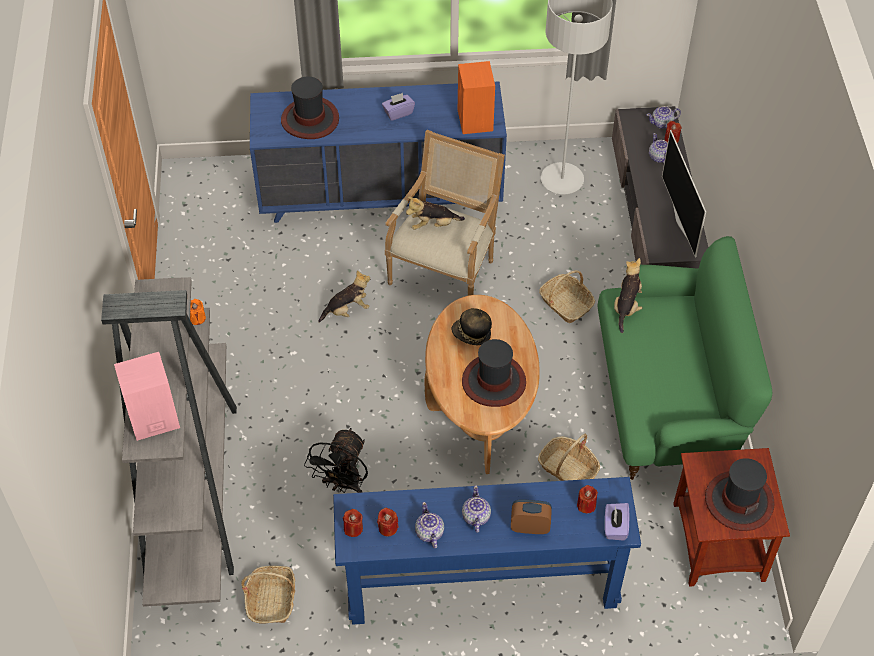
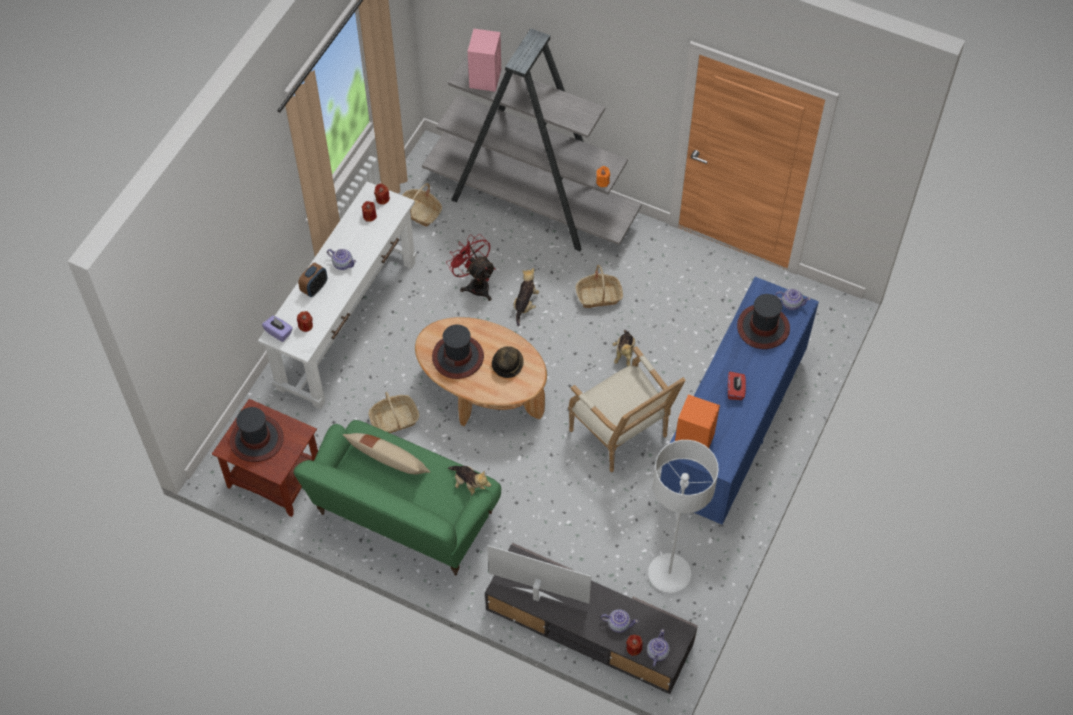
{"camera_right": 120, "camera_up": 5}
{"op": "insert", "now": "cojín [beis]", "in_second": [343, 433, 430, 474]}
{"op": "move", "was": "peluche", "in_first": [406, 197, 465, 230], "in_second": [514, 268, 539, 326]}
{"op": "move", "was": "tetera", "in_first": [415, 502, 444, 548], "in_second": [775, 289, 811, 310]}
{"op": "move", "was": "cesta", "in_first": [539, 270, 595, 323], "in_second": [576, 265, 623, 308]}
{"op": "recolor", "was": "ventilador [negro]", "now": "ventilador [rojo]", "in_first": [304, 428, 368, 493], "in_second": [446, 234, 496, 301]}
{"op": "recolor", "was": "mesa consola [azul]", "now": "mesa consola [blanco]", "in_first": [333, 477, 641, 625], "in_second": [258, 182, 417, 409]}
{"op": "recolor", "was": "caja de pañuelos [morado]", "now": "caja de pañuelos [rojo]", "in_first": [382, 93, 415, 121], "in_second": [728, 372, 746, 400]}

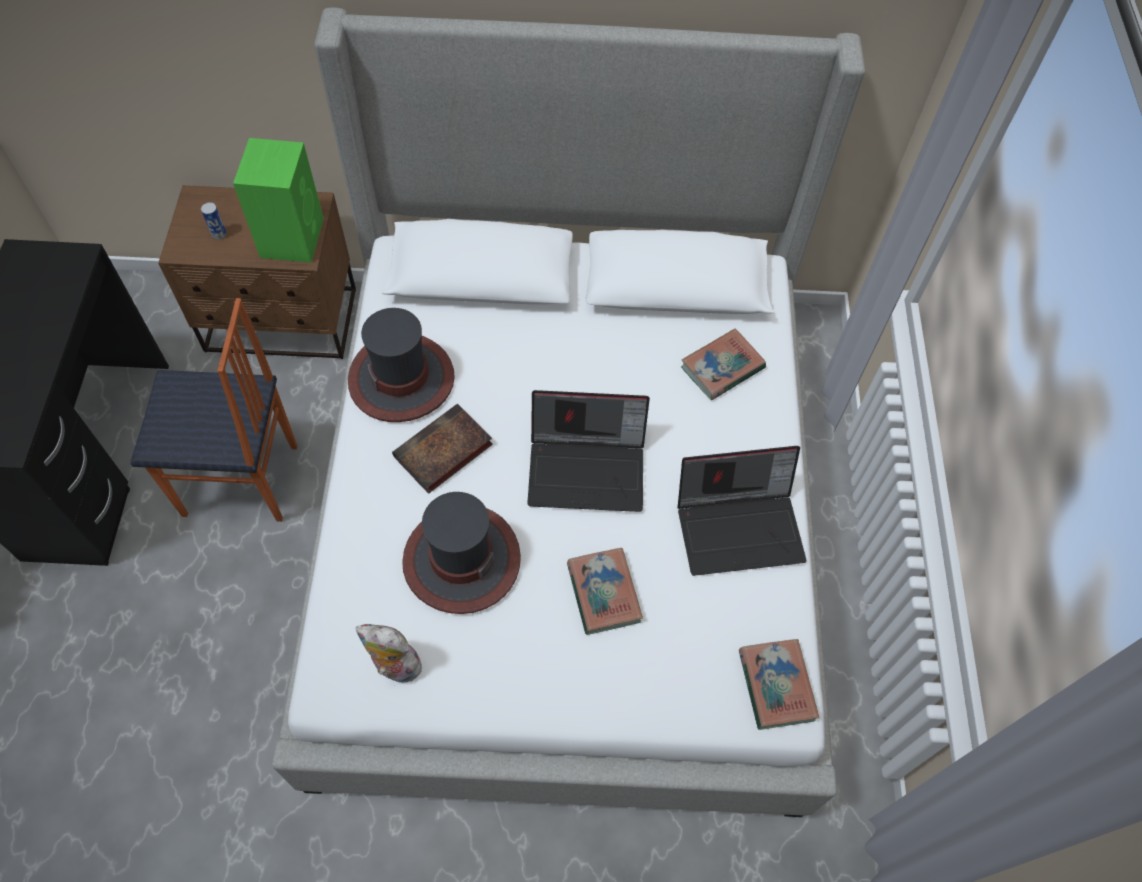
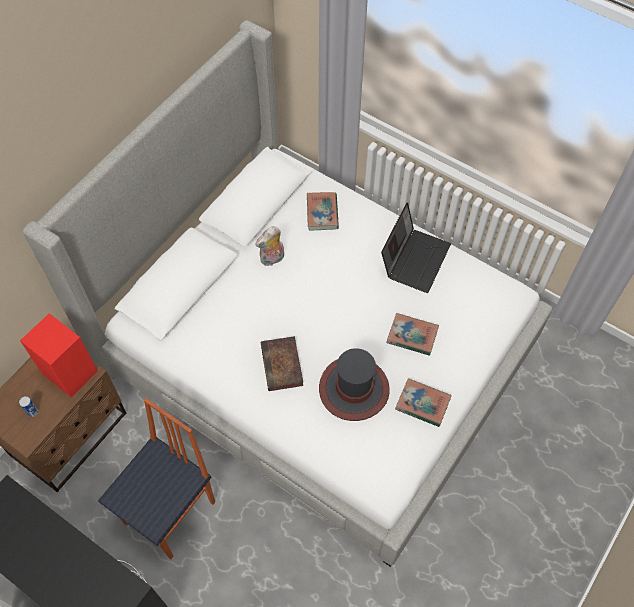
{"camera_right": -55, "camera_up": 0}
{"op": "delete", "was": "sombrero", "in_first": [348, 308, 455, 422]}
{"op": "delete", "was": "portátil", "in_first": [527, 390, 650, 512]}
{"op": "move", "was": "peluche", "in_first": [355, 624, 422, 682], "in_second": [255, 226, 284, 266]}
{"op": "move", "was": "libro", "in_first": [739, 639, 820, 730], "in_second": [395, 378, 452, 427]}
{"op": "recolor", "was": "altavoz [verde]", "now": "altavoz [rojo]", "in_first": [233, 138, 324, 263], "in_second": [20, 313, 98, 397]}

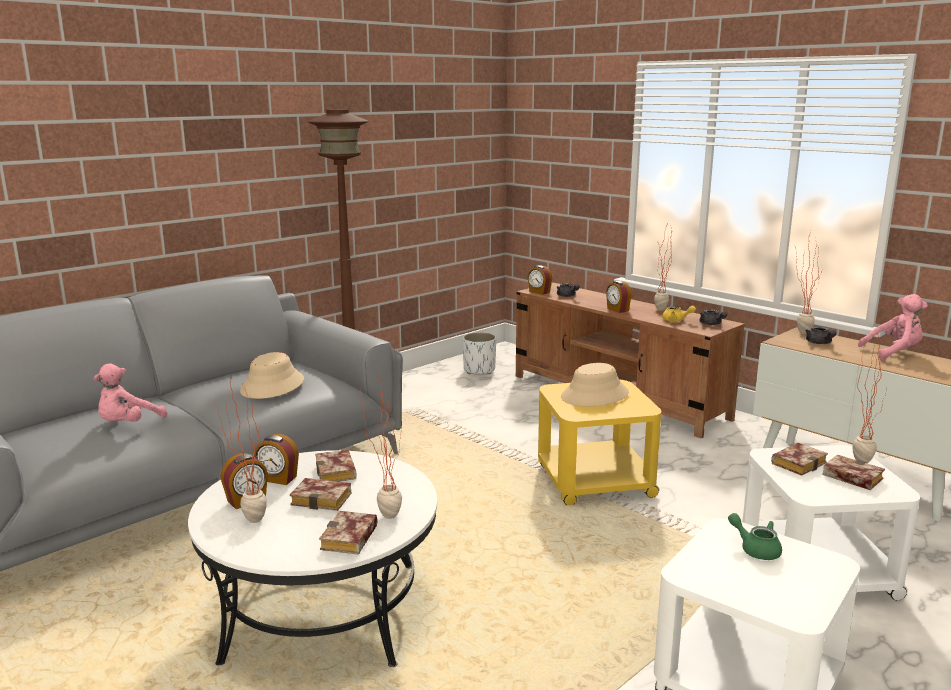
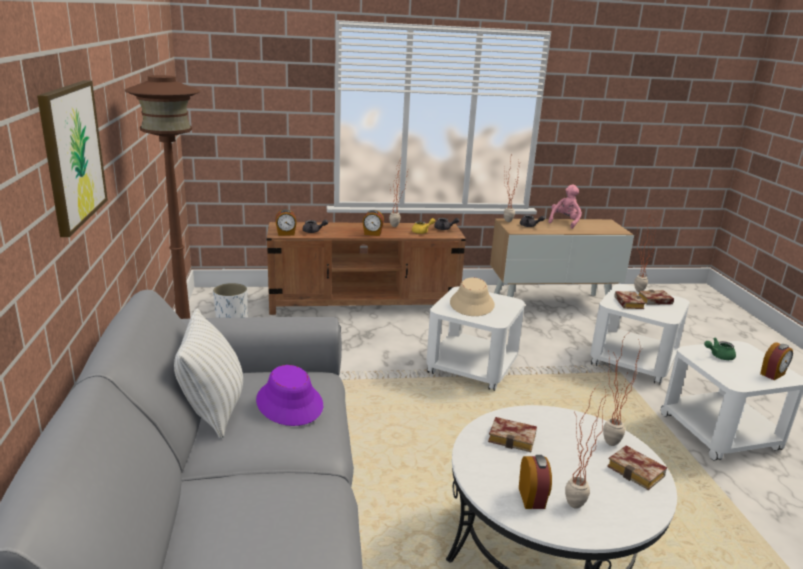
{"camera_right": -55, "camera_up": 5}
{"op": "delete", "was": "peluche [rosa]", "in_first": [94, 364, 167, 422]}
{"op": "delete", "was": "libro", "in_first": [290, 478, 351, 511]}
{"op": "insert", "now": "cuadro", "in_second": [37, 80, 108, 237]}
{"op": "insert", "now": "cojín [blanco]", "in_second": [174, 308, 243, 439]}
{"op": "move", "was": "despertador", "in_first": [254, 434, 299, 485], "in_second": [760, 342, 793, 380]}
{"op": "recolor", "was": "sombrero [beis]", "now": "sombrero [morado]", "in_first": [240, 352, 304, 399], "in_second": [256, 365, 323, 426]}
{"op": "recolor", "was": "mesa auxiliar [amarillo]", "now": "mesa auxiliar [blanco]", "in_first": [538, 380, 661, 505], "in_second": [426, 286, 525, 391]}

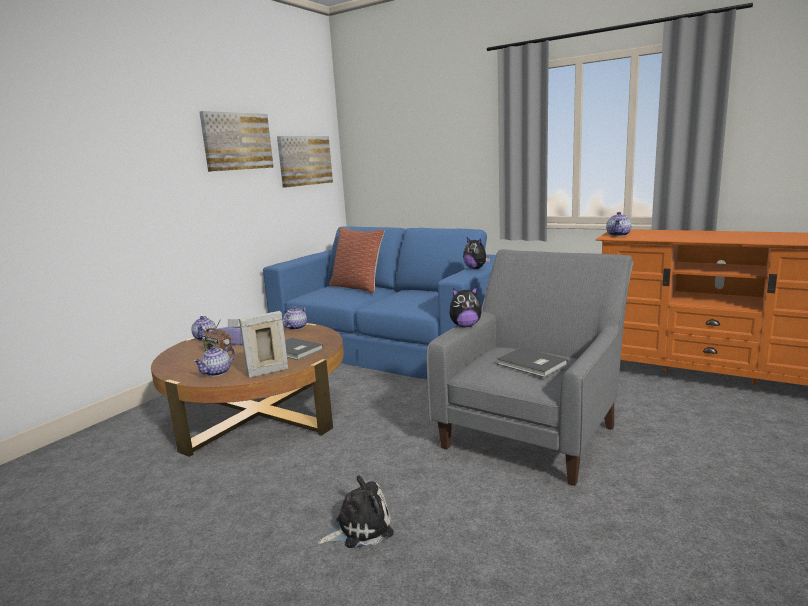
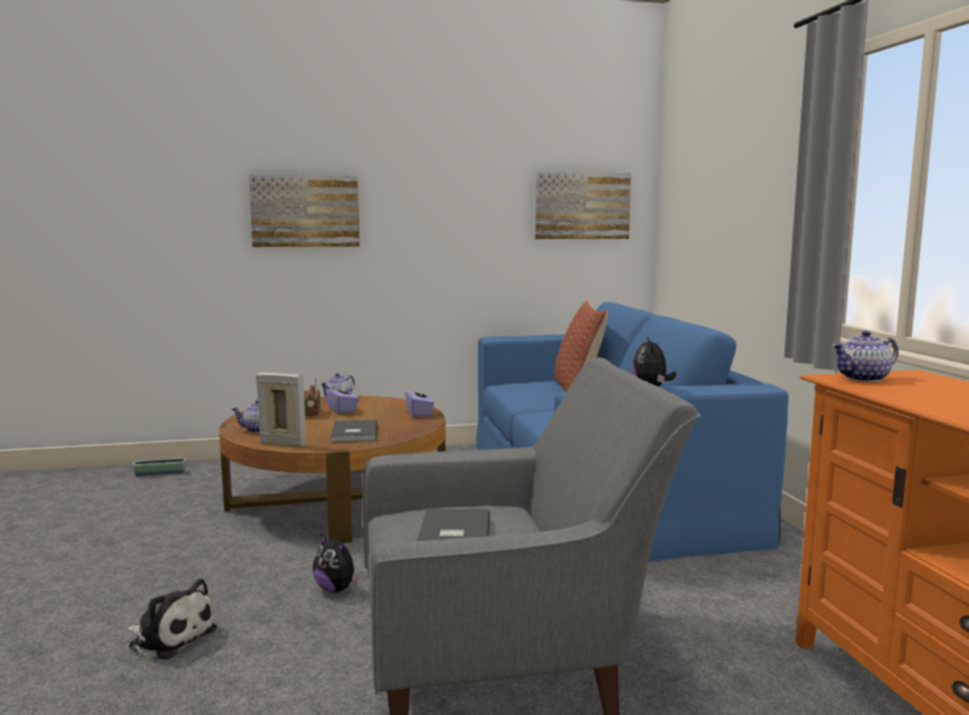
{"camera_right": 45, "camera_up": -5}
{"op": "insert", "now": "maceta", "in_second": [132, 458, 186, 476]}
{"op": "move", "was": "cuadro", "in_first": [199, 111, 274, 172], "in_second": [249, 174, 360, 247]}
{"op": "move", "was": "peluche", "in_first": [449, 286, 482, 327], "in_second": [313, 533, 361, 593]}
{"op": "replace", "was": "tetera", "now": "caja de pañuelos [morado]", "in_first": [283, 306, 307, 330], "in_second": [405, 385, 434, 417]}

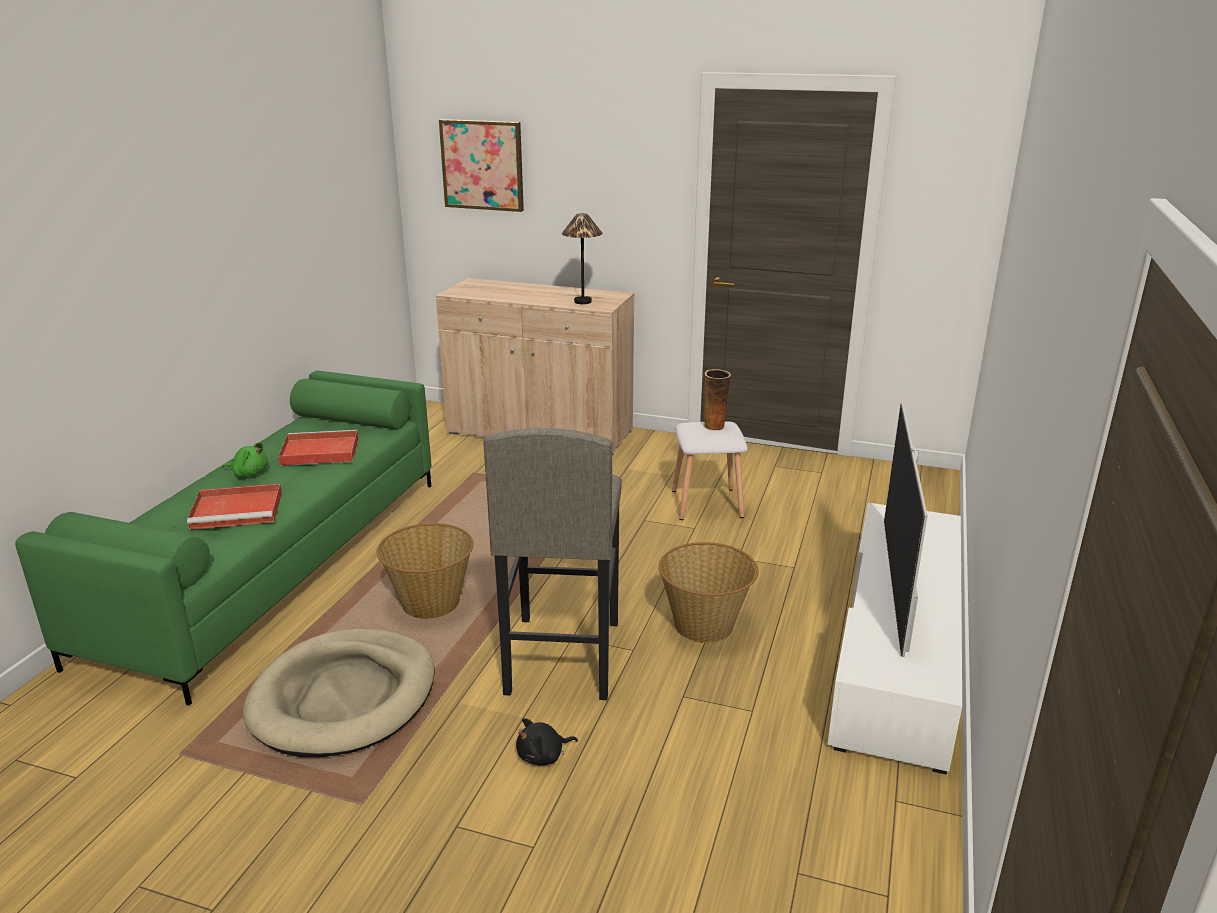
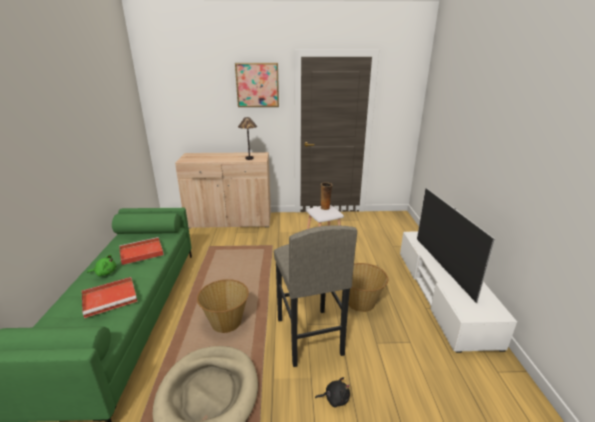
{"camera_right": -20, "camera_up": 0}
{"op": "move", "was": "cuadro", "in_first": [439, 119, 524, 212], "in_second": [235, 63, 279, 107]}
{"op": "rotate", "was": "peluche [negro]", "in_first": [516, 718, 578, 766], "in_second": [315, 377, 350, 408], "clockwise": -135}

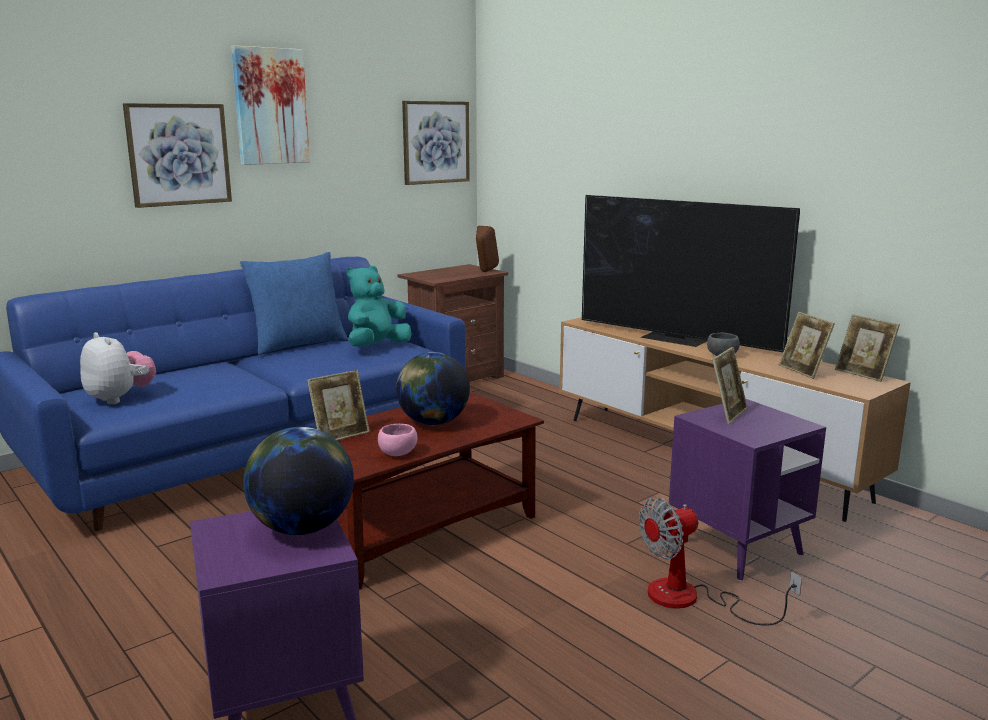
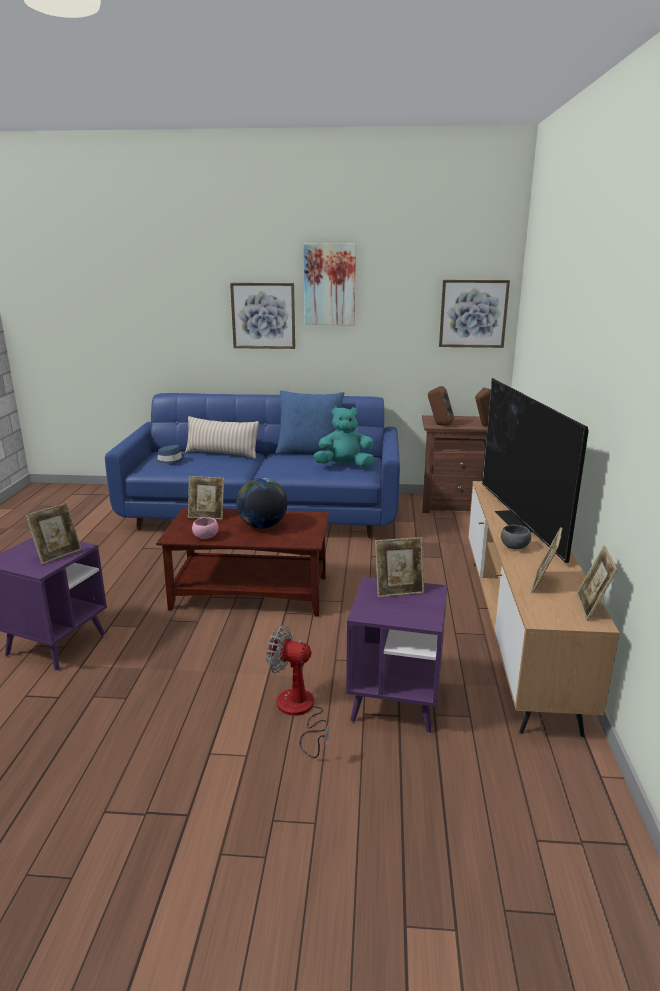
{"camera_right": 45, "camera_up": 5}
{"op": "insert", "now": "cojín [beis]", "in_second": [185, 416, 259, 459]}
{"op": "insert", "now": "altavoz [marrón]", "in_second": [428, 386, 454, 426]}
{"op": "replace", "was": "peluche", "now": "sombrero [azul]", "in_first": [80, 332, 156, 404], "in_second": [154, 445, 185, 465]}
{"op": "replace", "was": "globo terráqueo", "now": "portarretratos", "in_first": [243, 427, 354, 535], "in_second": [26, 503, 82, 565]}

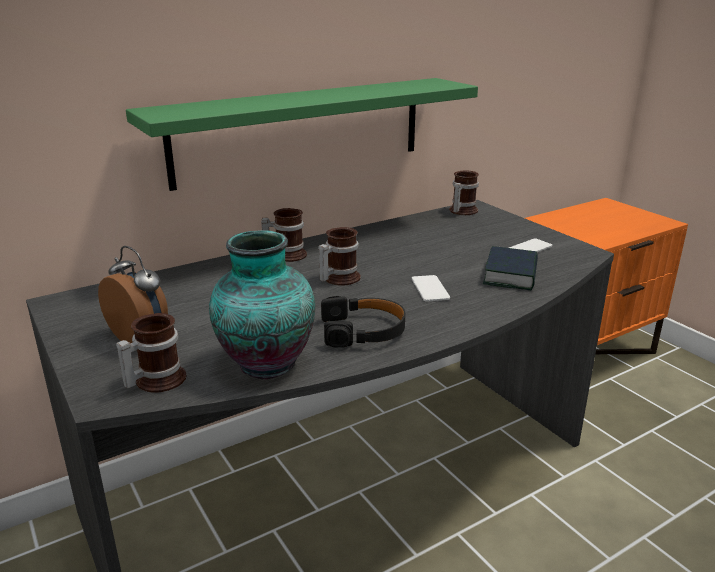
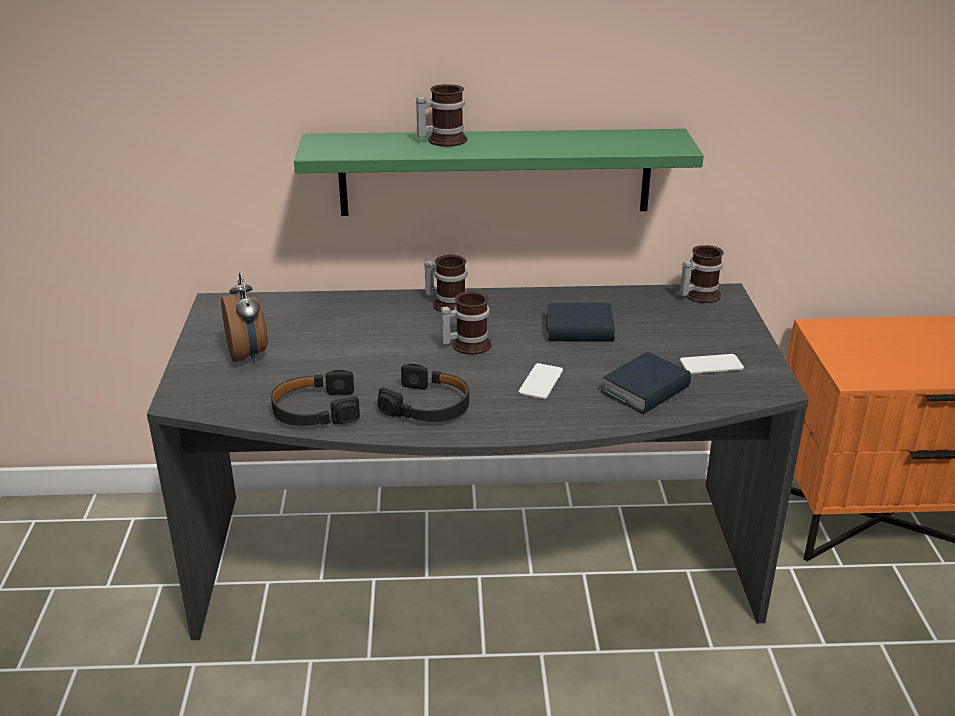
{"camera_right": 30, "camera_up": 5}
{"op": "insert", "now": "libro", "in_second": [546, 303, 615, 342]}
{"op": "move", "was": "taza grande", "in_first": [116, 313, 186, 393], "in_second": [416, 84, 467, 147]}
{"op": "replace", "was": "florero", "now": "auriculares [negro]", "in_first": [209, 230, 316, 379], "in_second": [271, 369, 360, 426]}

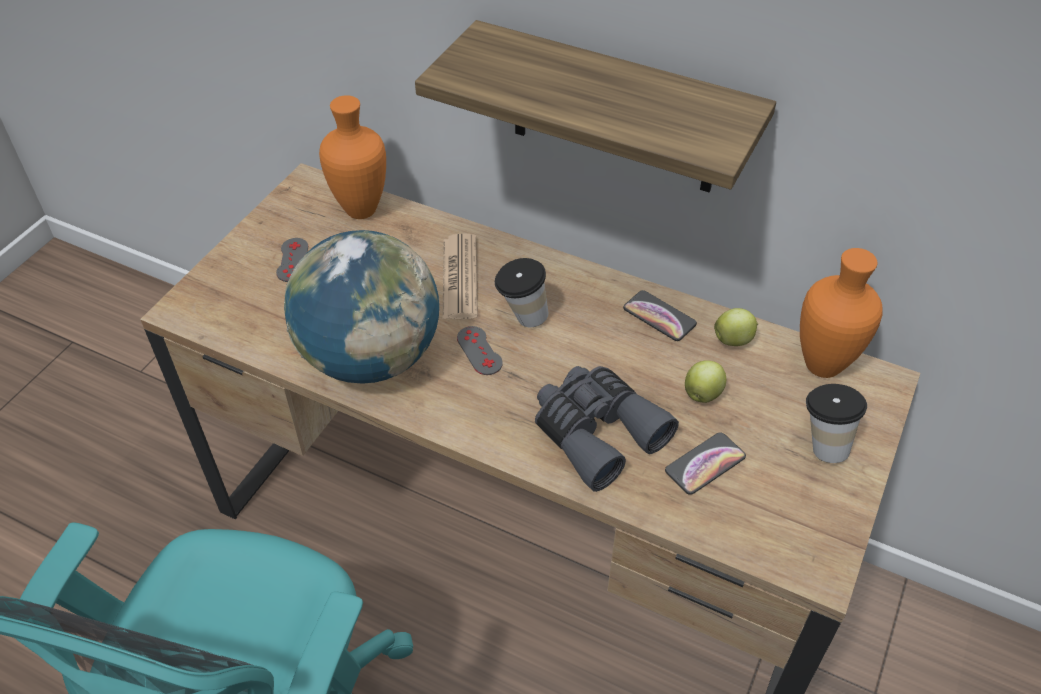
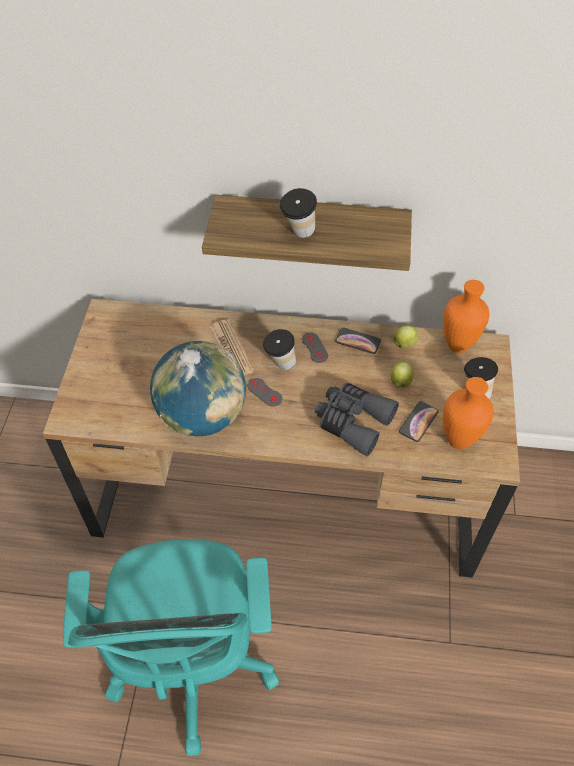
{"camera_right": -20, "camera_up": 5}
{"op": "insert", "now": "taza", "in_second": [280, 188, 317, 238]}
{"op": "move", "was": "mando de consola [gris]", "in_first": [276, 238, 308, 282], "in_second": [302, 333, 328, 363]}
{"op": "move", "was": "florero [naranja]", "in_first": [319, 95, 386, 219], "in_second": [443, 377, 493, 449]}

